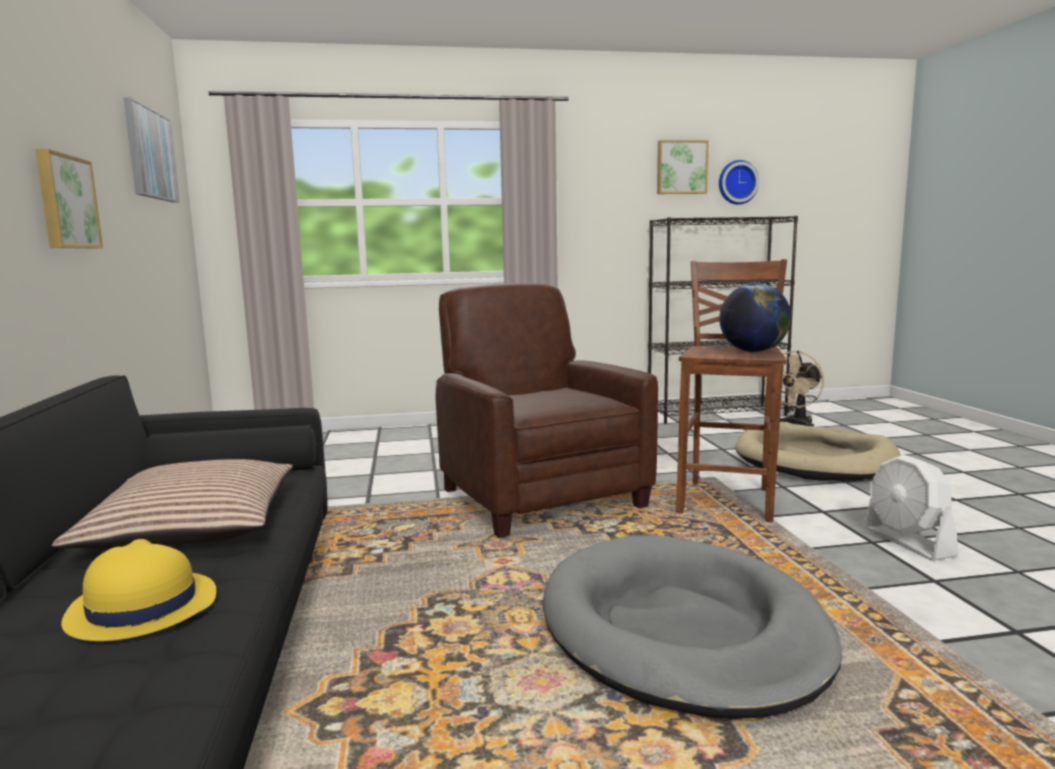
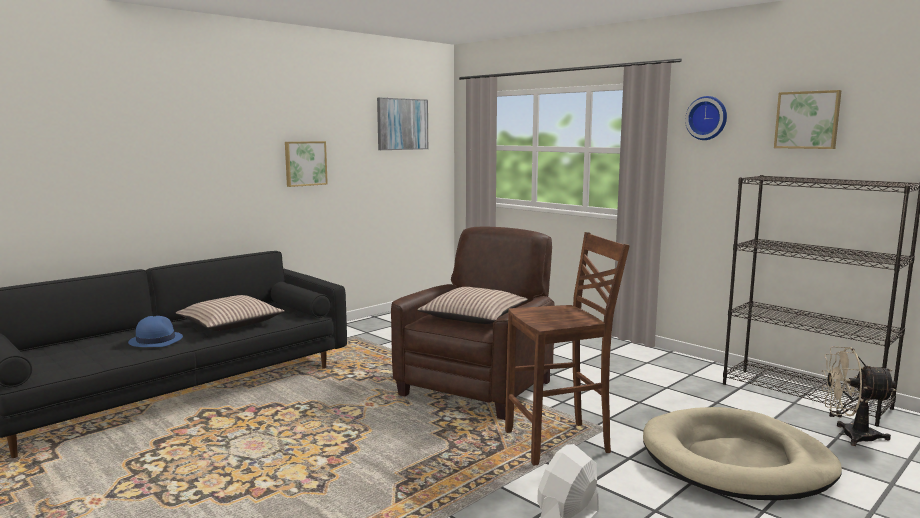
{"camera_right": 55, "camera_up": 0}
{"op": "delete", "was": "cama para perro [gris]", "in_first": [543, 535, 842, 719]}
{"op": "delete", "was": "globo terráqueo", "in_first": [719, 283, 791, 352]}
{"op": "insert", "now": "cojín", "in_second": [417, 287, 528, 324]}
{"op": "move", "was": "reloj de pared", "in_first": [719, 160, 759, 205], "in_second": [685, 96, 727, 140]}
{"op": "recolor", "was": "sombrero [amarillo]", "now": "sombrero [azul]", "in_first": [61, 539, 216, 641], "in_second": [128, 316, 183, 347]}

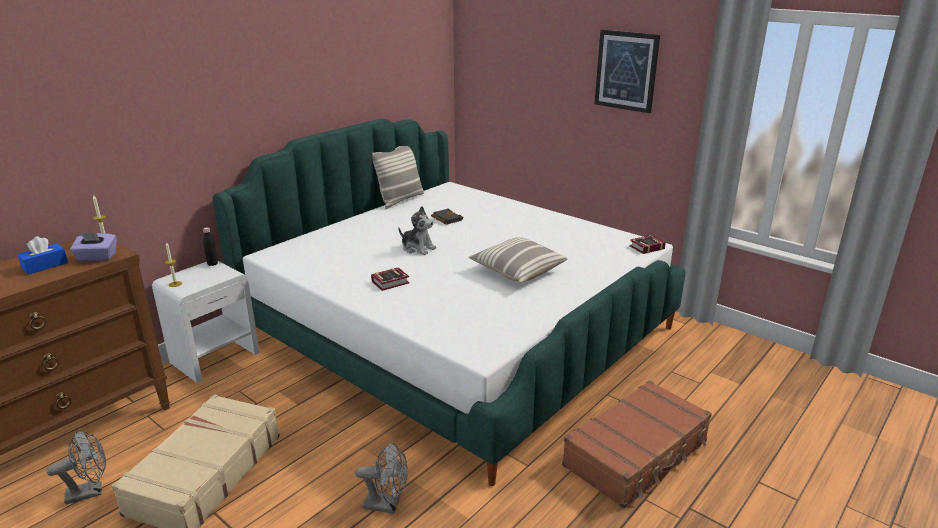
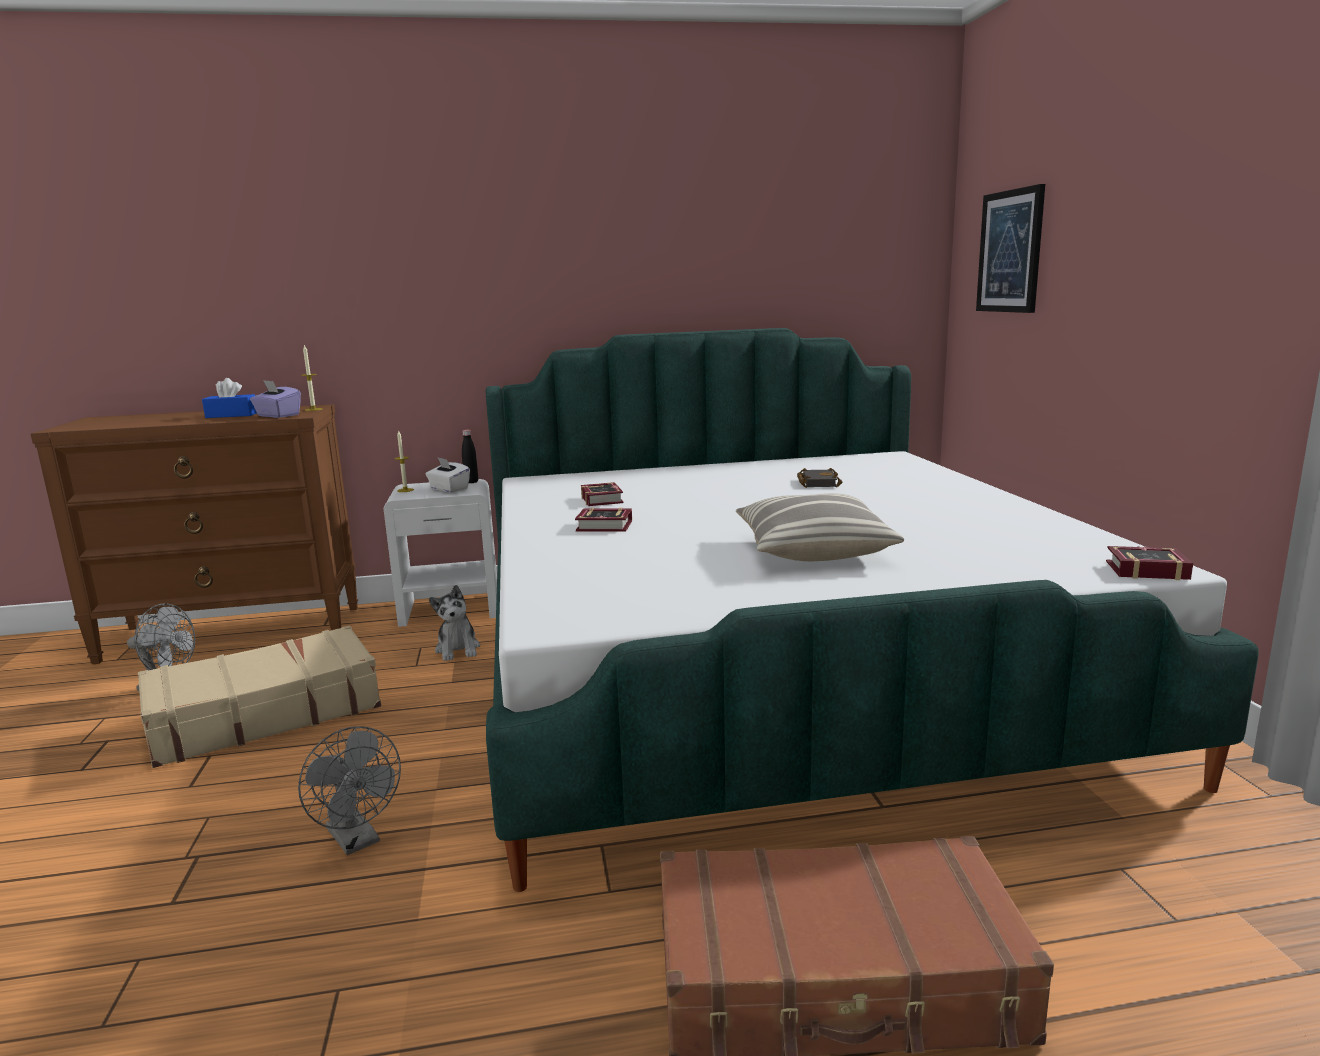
{"camera_right": 40, "camera_up": -10}
{"op": "delete", "was": "cojín", "in_first": [372, 146, 424, 210]}
{"op": "insert", "now": "caja de pañuelos [blanco]", "in_second": [425, 458, 470, 493]}
{"op": "insert", "now": "libro", "in_second": [581, 482, 623, 506]}
{"op": "move", "was": "peluche", "in_first": [398, 206, 436, 255], "in_second": [429, 585, 480, 661]}
{"op": "move", "was": "cuadro", "in_first": [595, 30, 660, 113], "in_second": [976, 184, 1045, 313]}

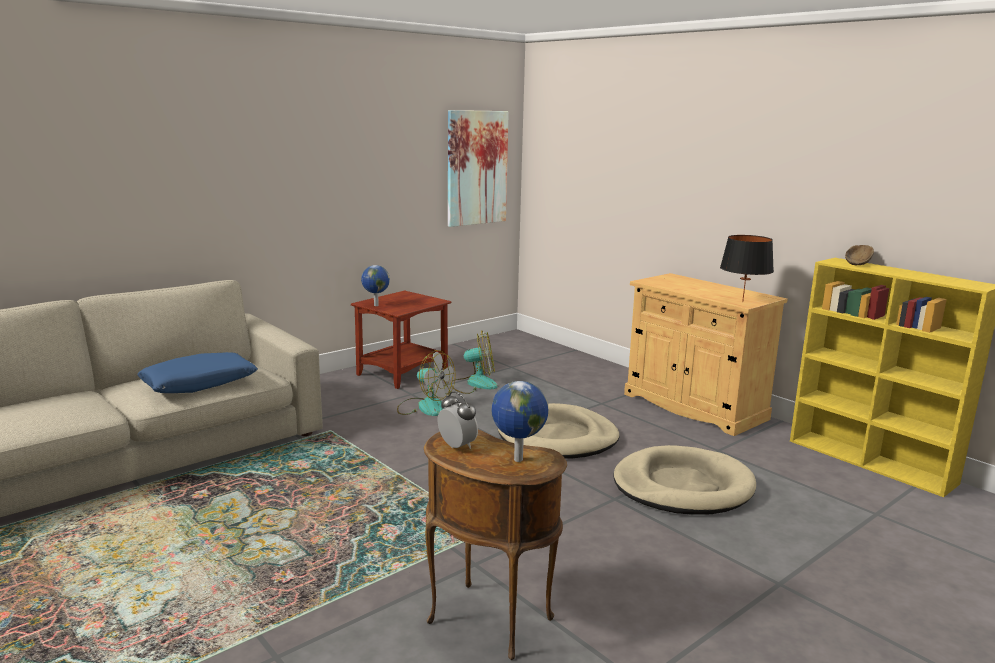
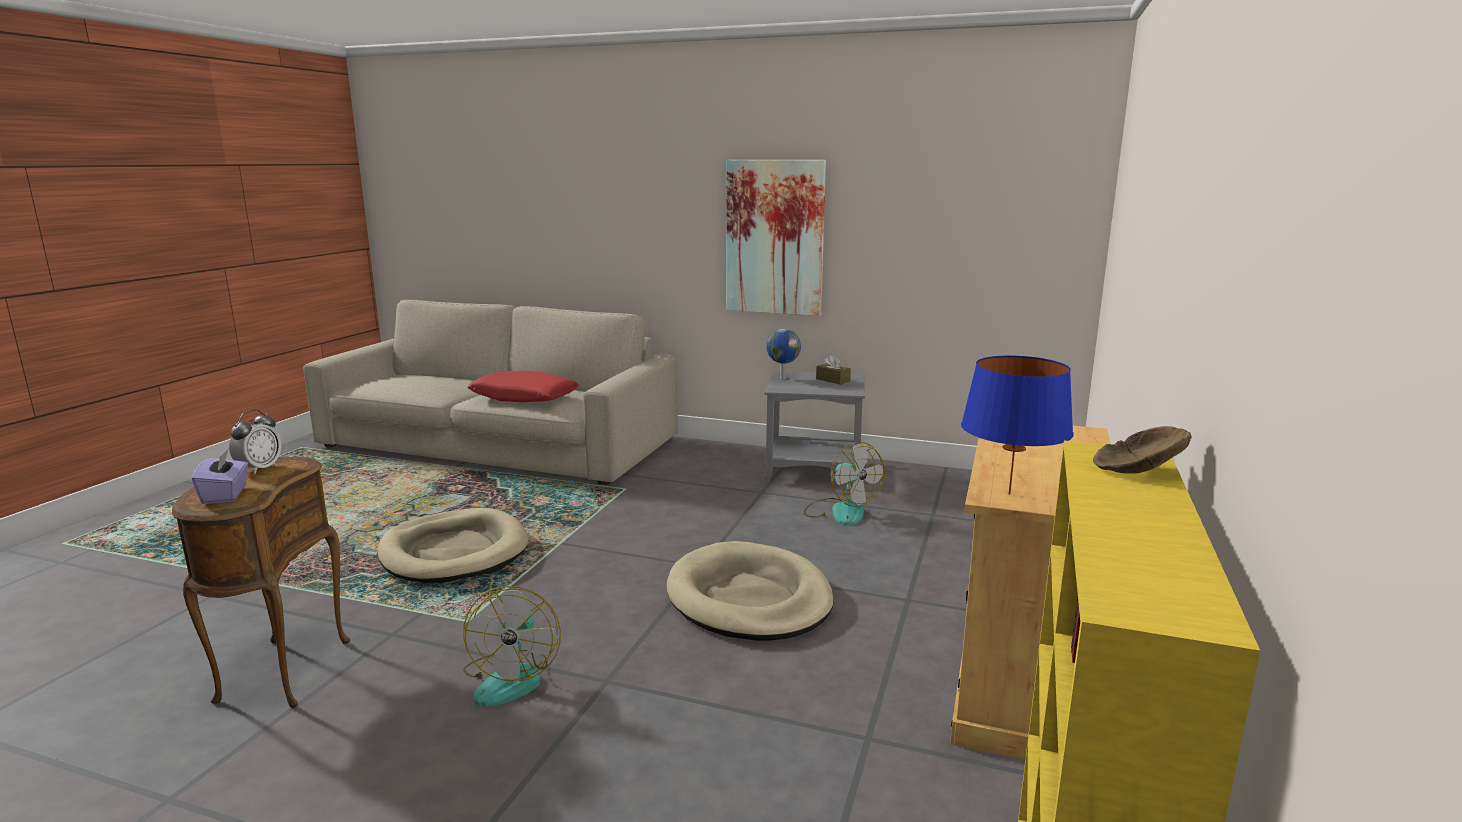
{"camera_right": 60, "camera_up": 0}
{"op": "insert", "now": "caja de pañuelos [marrón]", "in_second": [816, 355, 851, 385]}
{"op": "move", "was": "ventilador", "in_first": [397, 350, 456, 416], "in_second": [463, 586, 561, 707]}
{"op": "move", "was": "cuadro", "in_first": [448, 110, 509, 227], "in_second": [726, 160, 826, 316]}
{"op": "move", "was": "cama para perro [beis]", "in_first": [613, 445, 756, 515], "in_second": [377, 508, 528, 583]}
{"op": "replace", "was": "globo terráqueo", "now": "caja de pañuelos [morado]", "in_first": [491, 381, 548, 462], "in_second": [192, 448, 248, 504]}
{"op": "recolor", "was": "cojín [azul]", "now": "cojín [rojo]", "in_first": [137, 352, 258, 393], "in_second": [468, 371, 579, 402]}
{"op": "recolor", "was": "mesa auxiliar [marrón]", "now": "mesa auxiliar [gris]", "in_first": [351, 291, 451, 389], "in_second": [765, 371, 865, 483]}
{"op": "recolor", "was": "lámpara de mesa [negro]", "now": "lámpara de mesa [azul]", "in_first": [720, 235, 774, 302], "in_second": [961, 356, 1074, 495]}

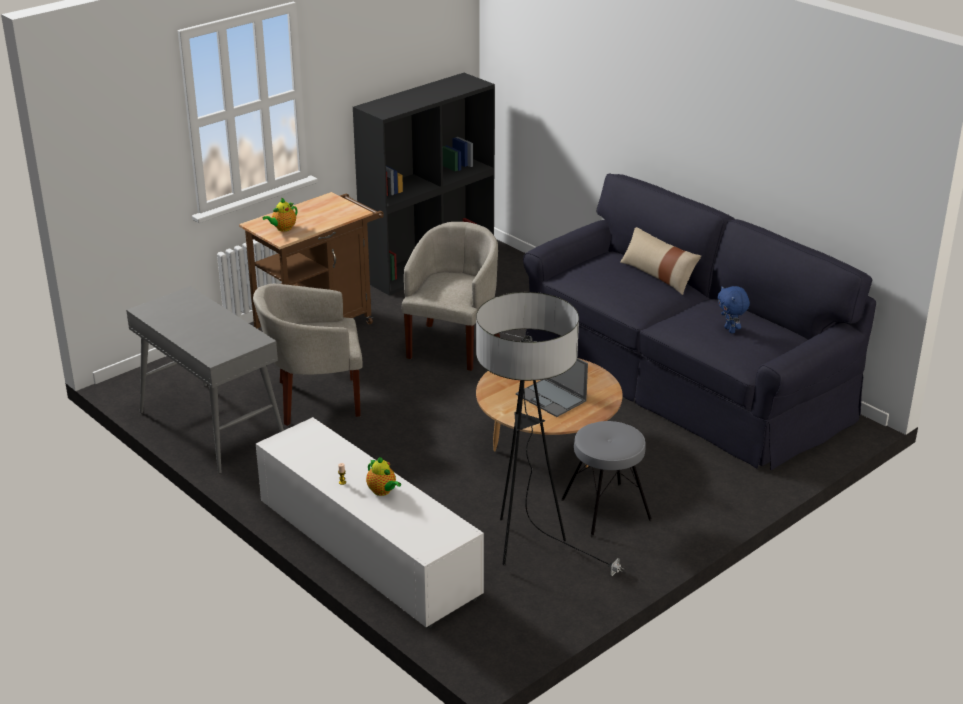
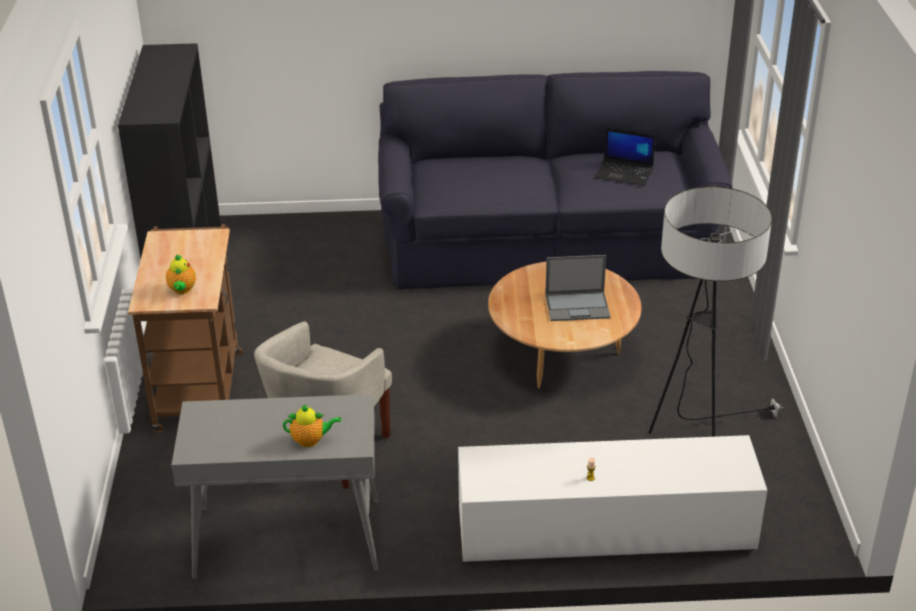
{"camera_right": -50, "camera_up": 5}
{"op": "delete", "was": "sillón [beis]", "in_first": [402, 222, 500, 371]}
{"op": "delete", "was": "taburete [gris]", "in_first": [561, 421, 652, 537]}
{"op": "delete", "was": "cojín [beis]", "in_first": [620, 227, 701, 295]}
{"op": "move", "was": "tetera", "in_first": [366, 457, 401, 496], "in_second": [283, 404, 341, 447]}
{"op": "replace", "was": "peluche [azul]", "now": "portátil", "in_first": [718, 286, 750, 333], "in_second": [595, 127, 656, 186]}

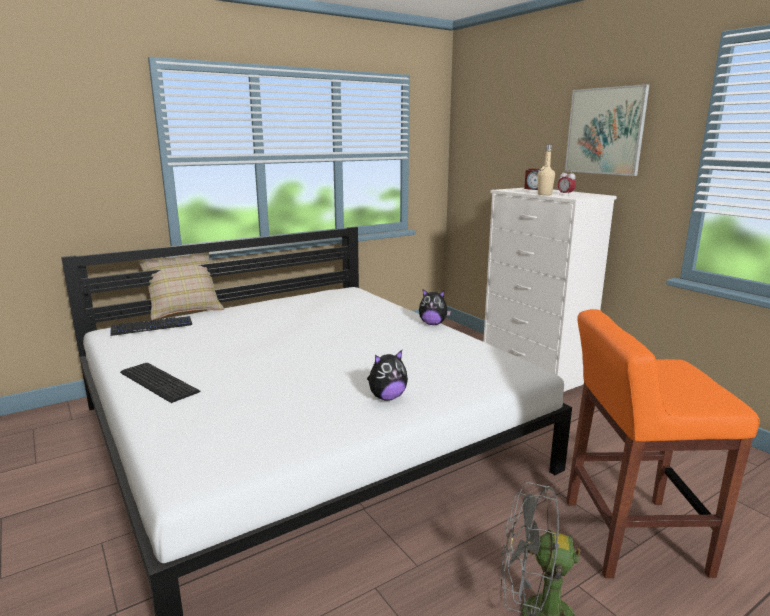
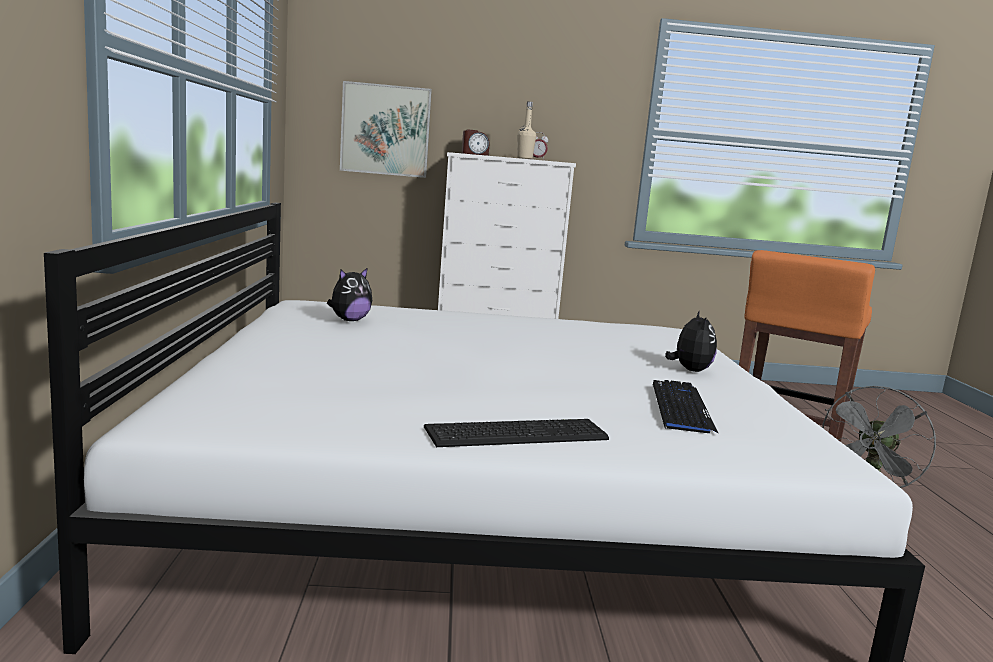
{"camera_right": -60, "camera_up": -5}
{"op": "delete", "was": "cojín [beis]", "in_first": [137, 252, 224, 320]}
{"op": "move", "was": "teclado", "in_first": [110, 316, 192, 336], "in_second": [653, 380, 719, 434]}
{"op": "move", "was": "peluche", "in_first": [419, 289, 451, 325], "in_second": [327, 268, 372, 321]}
{"op": "move", "was": "cuadro", "in_first": [565, 84, 650, 176], "in_second": [340, 81, 432, 178]}

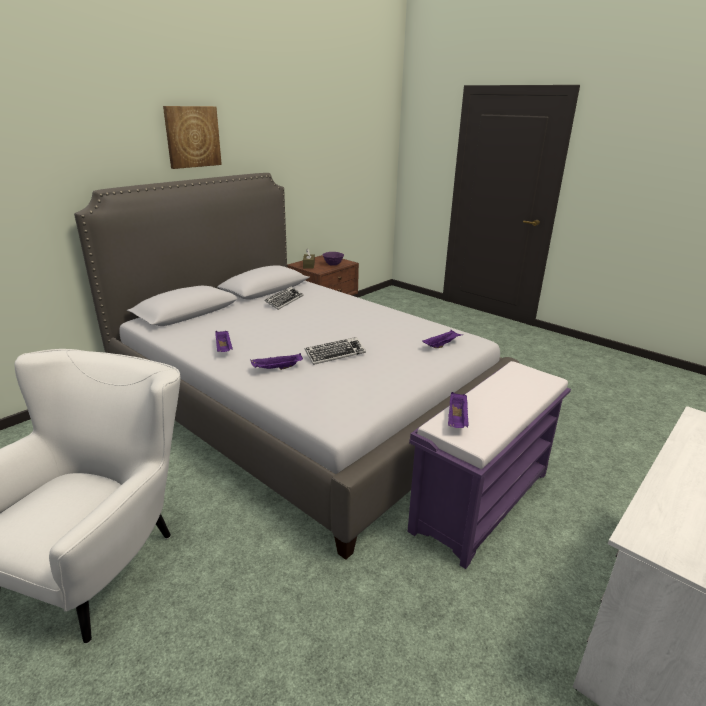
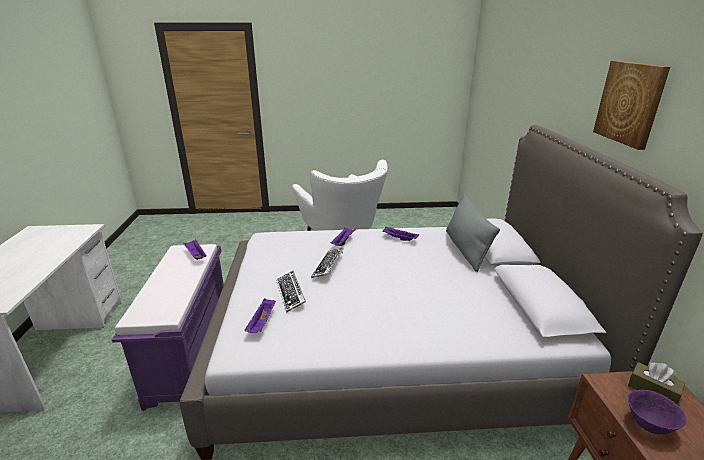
{"camera_right": 135, "camera_up": 0}
{"op": "insert", "now": "cojín [gris]", "in_second": [446, 194, 500, 272]}
{"op": "move", "was": "teclado", "in_first": [265, 287, 304, 310], "in_second": [276, 271, 306, 313]}

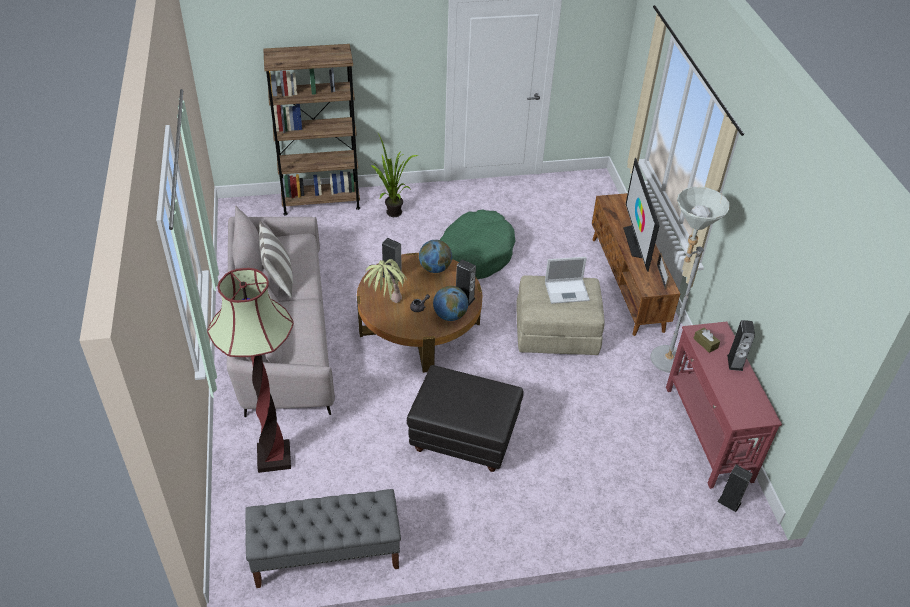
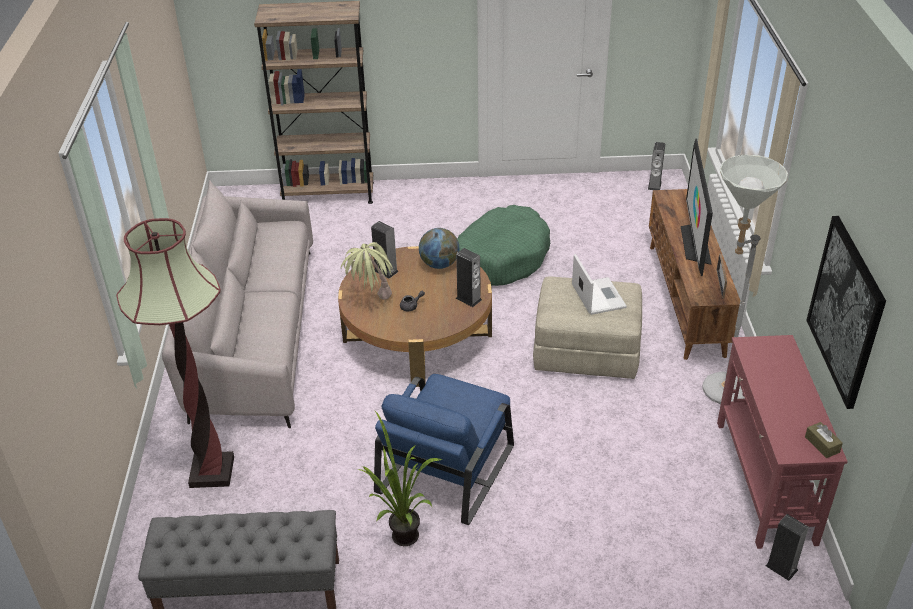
{"camera_right": 10, "camera_up": -5}
{"op": "delete", "was": "cojín", "in_first": [259, 221, 293, 298]}
{"op": "delete", "was": "globo terráqueo", "in_first": [433, 286, 468, 321]}
{"op": "insert", "now": "cuadro", "in_second": [806, 216, 886, 409]}
{"op": "move", "was": "planta en maceta", "in_first": [371, 132, 418, 217], "in_second": [359, 410, 443, 546]}
{"op": "move", "was": "caja de pañuelos [marrón]", "in_first": [693, 327, 720, 353], "in_second": [805, 422, 843, 458]}
{"op": "move", "was": "altavoz", "in_first": [727, 320, 755, 371], "in_second": [648, 142, 665, 190]}
{"op": "replace", "was": "puf [negro]", "now": "sillón [azul]", "in_first": [407, 365, 524, 472], "in_second": [374, 374, 514, 525]}
{"op": "rotate", "was": "portátil", "in_first": [545, 257, 590, 304], "in_second": [572, 254, 627, 315], "clockwise": -105}

